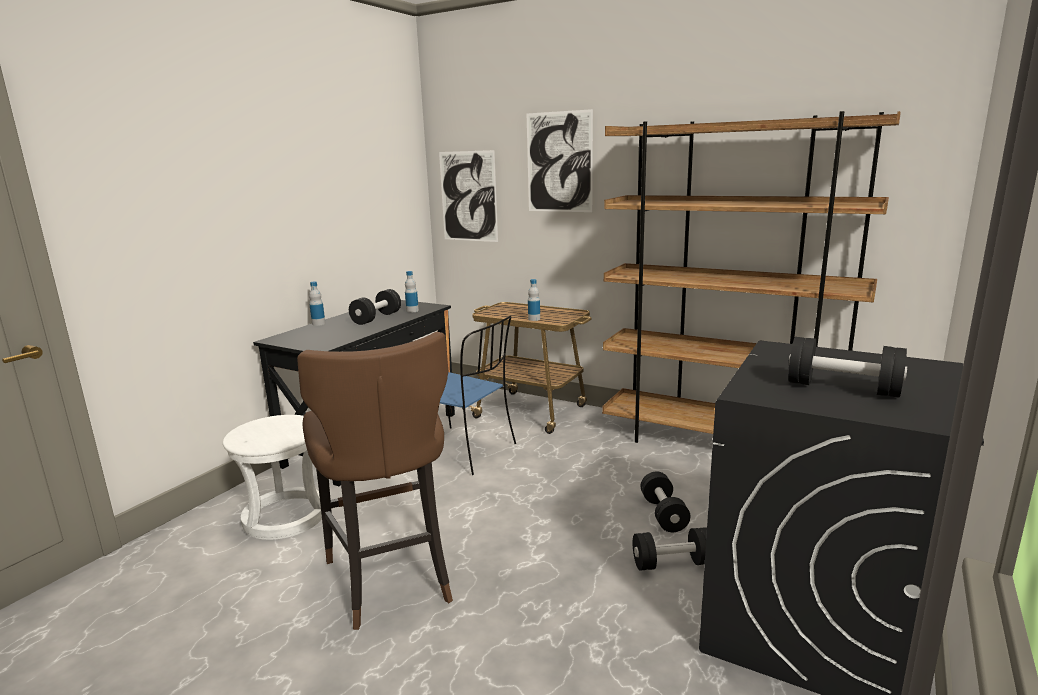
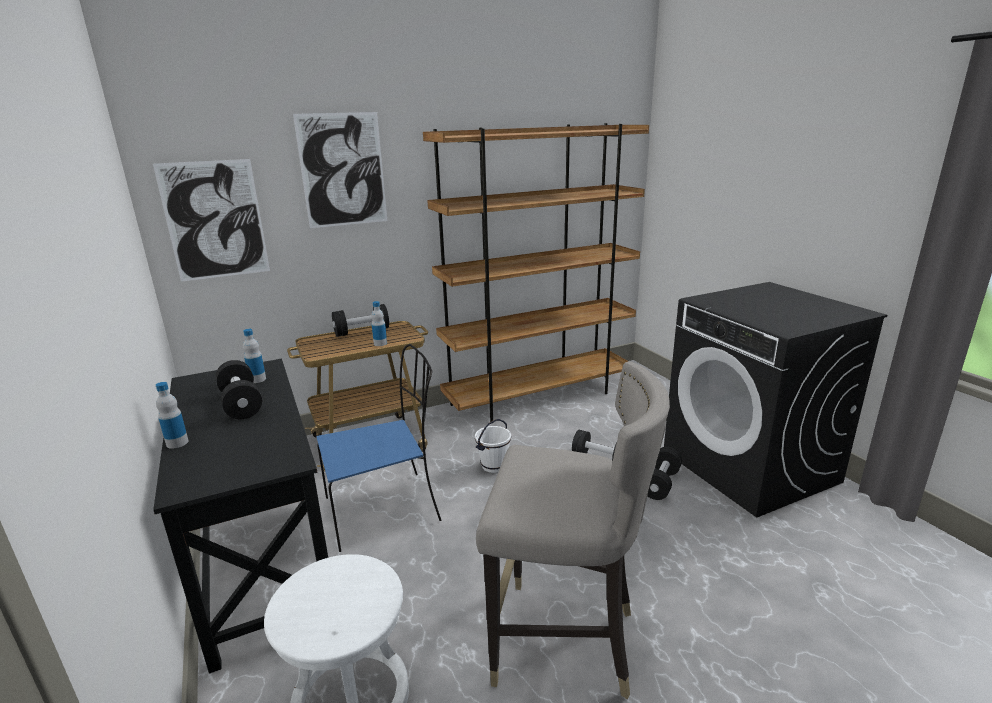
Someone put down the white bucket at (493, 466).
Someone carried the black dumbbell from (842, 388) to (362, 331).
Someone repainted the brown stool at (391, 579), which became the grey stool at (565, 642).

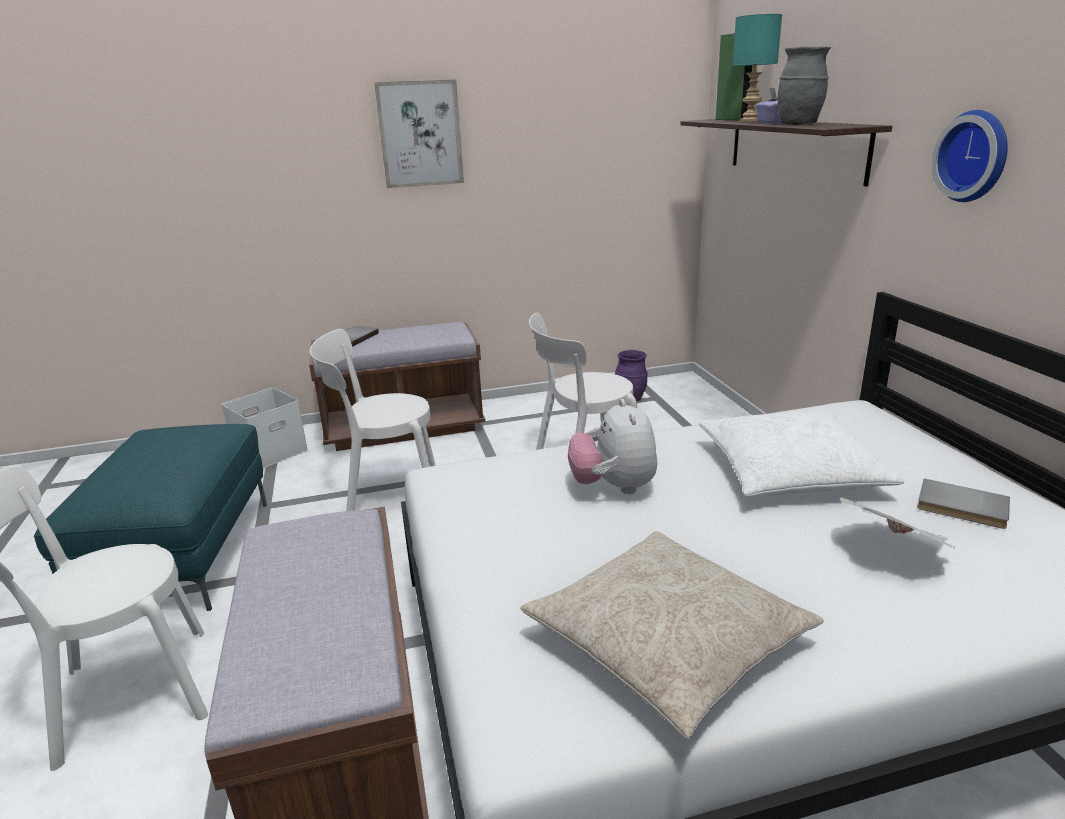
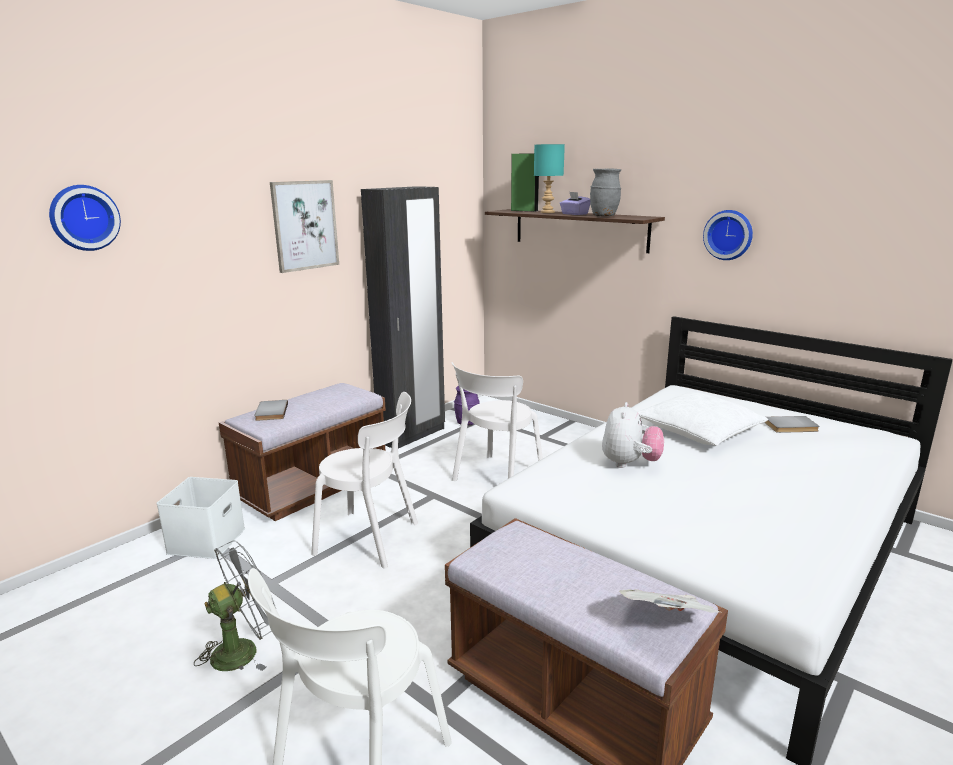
Someone took away the beige pillow at (666, 641).
Someone put up the wall clock at (83, 217).
Someone put down the black wardrobe at (412, 435).
Someone carried the newspaper from (896, 548) to (668, 622).
Someone swapped the turquoise ottoman at (181, 555) for the grey fan at (244, 649).
Someone rotated the white chair at (387, 494) by 120 degrees counterclockwise.
Someone rotated the plush toy at (613, 487) by 120 degrees counterclockwise.

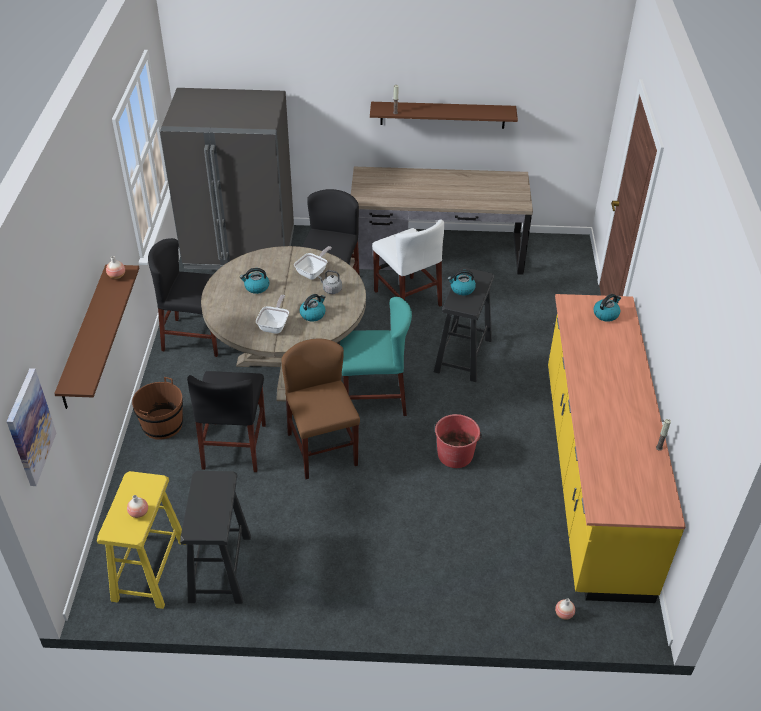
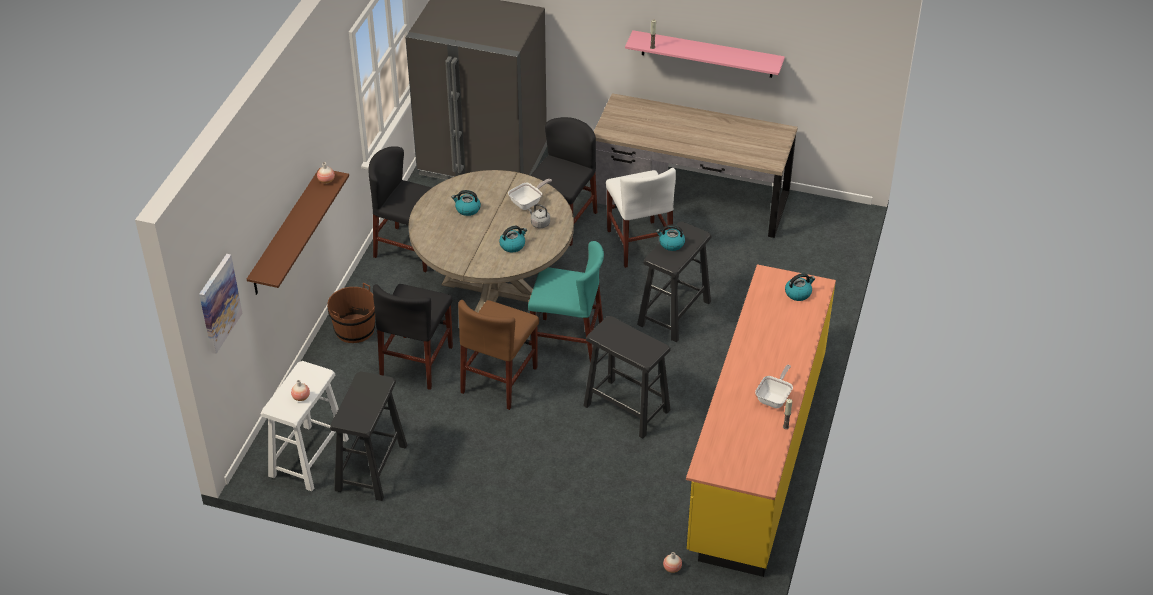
Someone carried the frying pan from (275, 325) to (774, 398).
Someone swapped the red bucket at (455, 454) for the black stool at (627, 408).
Someone repainted the yellow stool at (150, 570), which became the white stool at (309, 457).
Someone repainted the brown shelf at (442, 115), which became the pink shelf at (707, 54).
Someone rotated the brown chair at (322, 449) by 150 degrees counterclockwise.

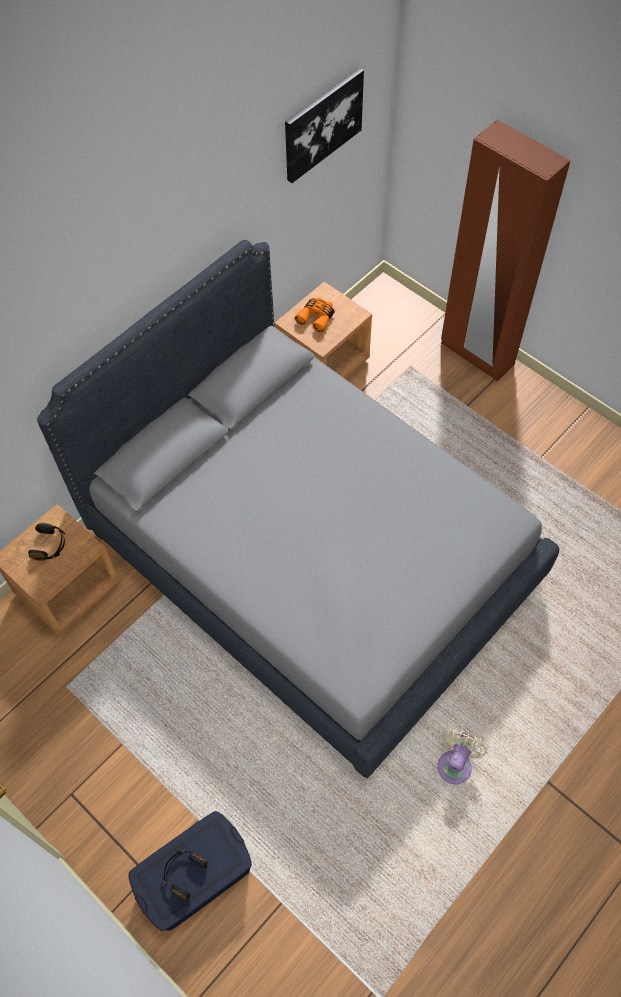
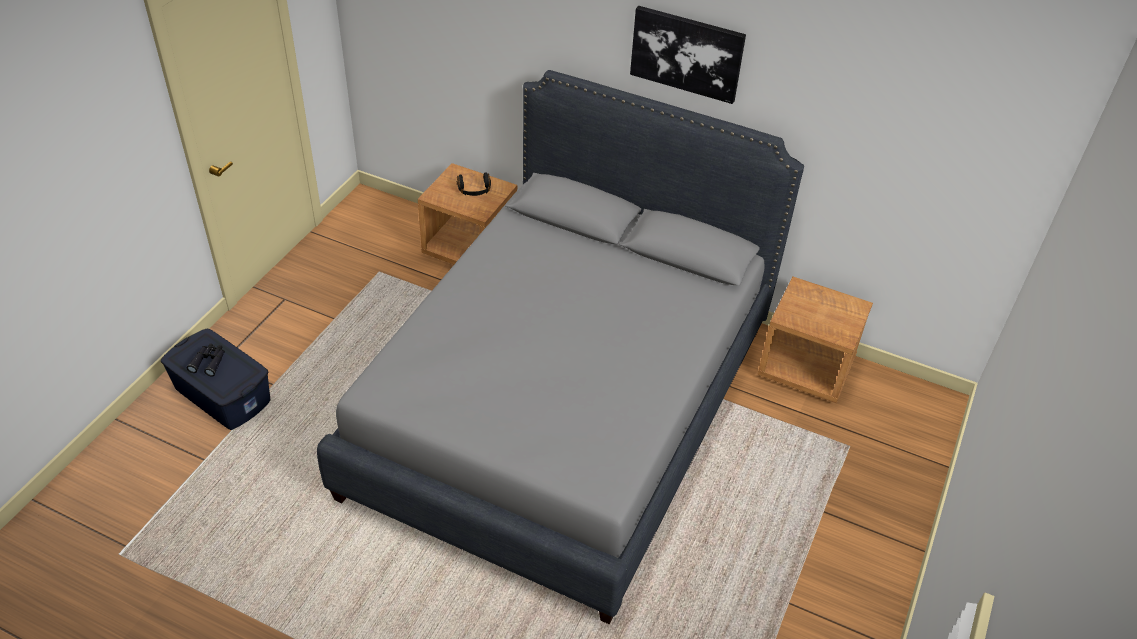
Someone took away the orange binoculars at (317, 317).
Someone took away the beige fan at (456, 763).
Someone took away the brown wardrobe at (476, 354).
Someone carried the picture from (322, 124) to (687, 53).
Someone swapped the black headphones at (184, 873) for the black binoculars at (209, 362).

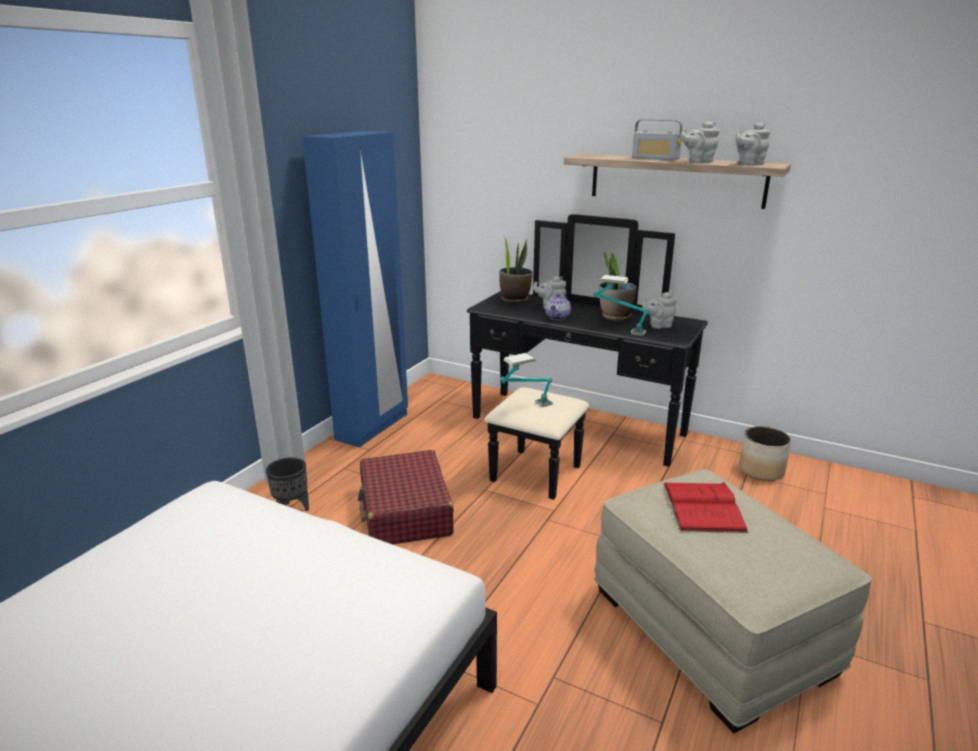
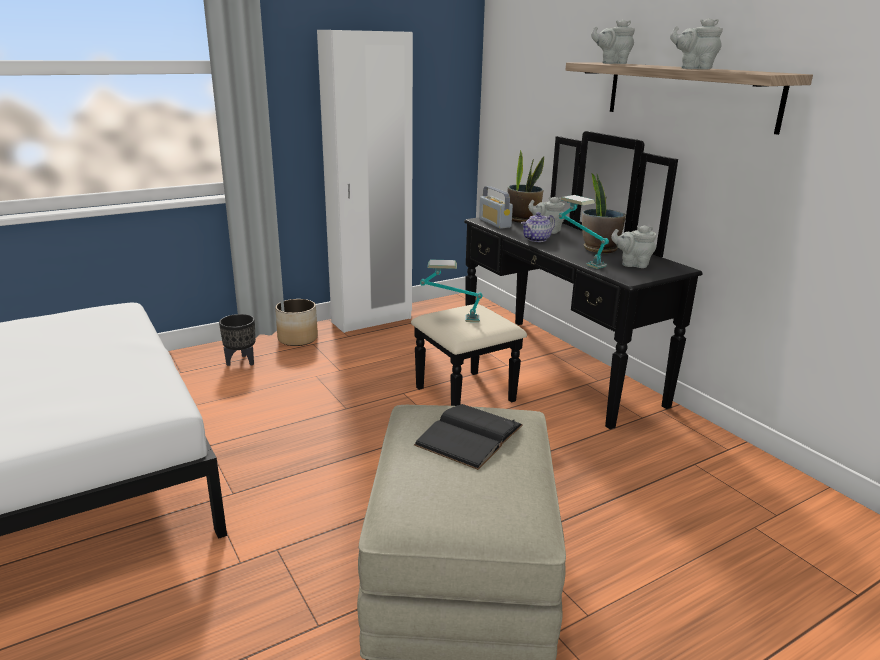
Someone took away the red suitcase at (405, 512).
Someone carried the radio from (655, 158) to (494, 223).
Someone carried the grey teapot from (749, 164) to (612, 63).
Someone carried the planter from (761, 471) to (297, 339).
Someone repainted the blue wardrobe at (373, 427), which became the white wardrobe at (372, 320).
Someone repainted the red book at (703, 507), which became the black book at (469, 435).

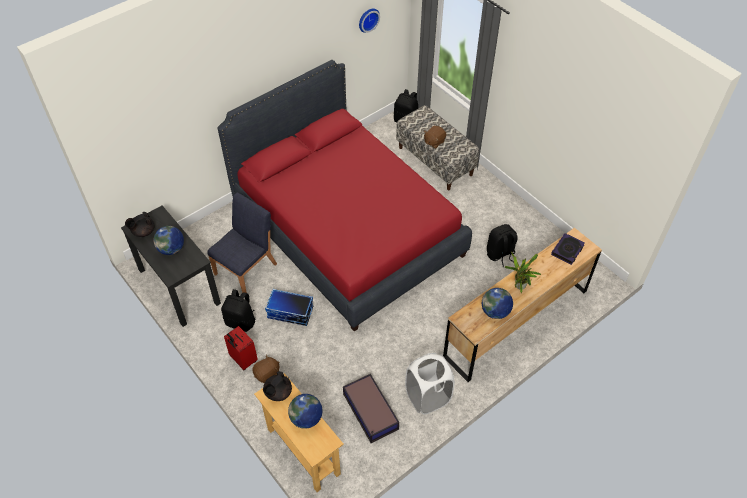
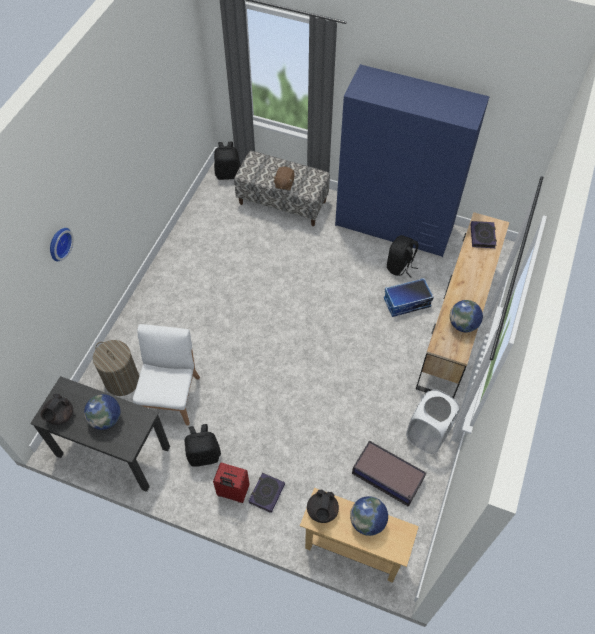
Someone took away the red bed at (348, 229).
Someone took away the potted plant at (519, 287).
Someone put down the laundry basket at (122, 380).
Someone put down the blue wardrobe at (394, 226).
Someone carried the storage box from (290, 313) to (406, 303).
Someone carried the wall clock from (367, 19) to (58, 243).
Someone swapped the brown plush toy at (267, 374) for the book at (266, 493).
Someone repainted the blue chair at (246, 268), which became the white chair at (171, 397).

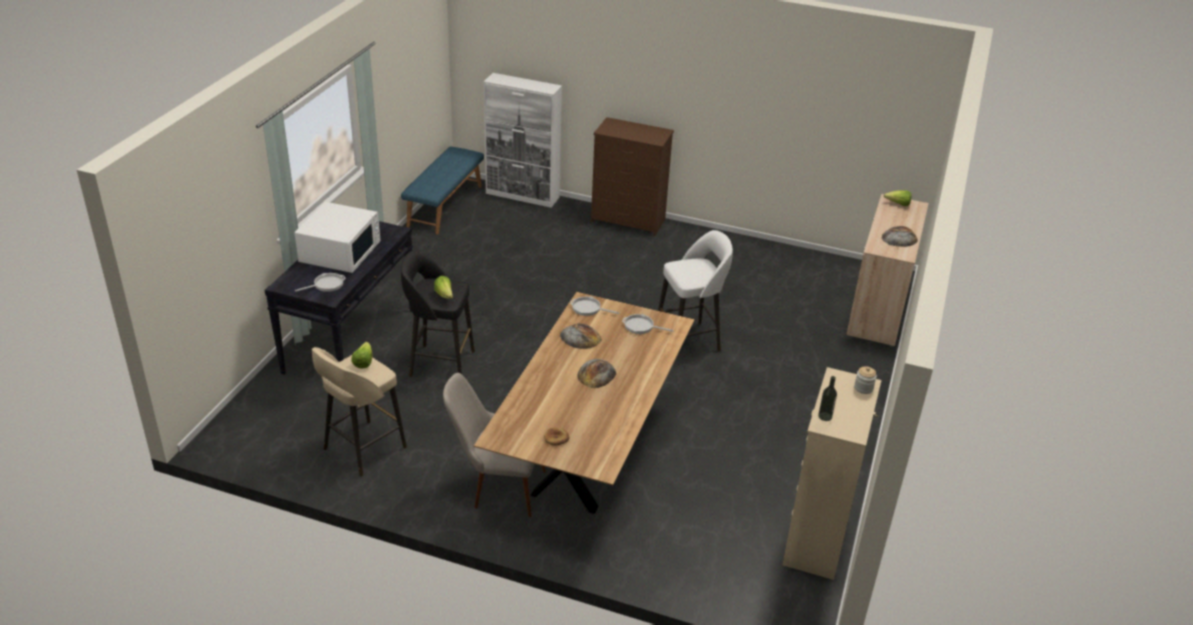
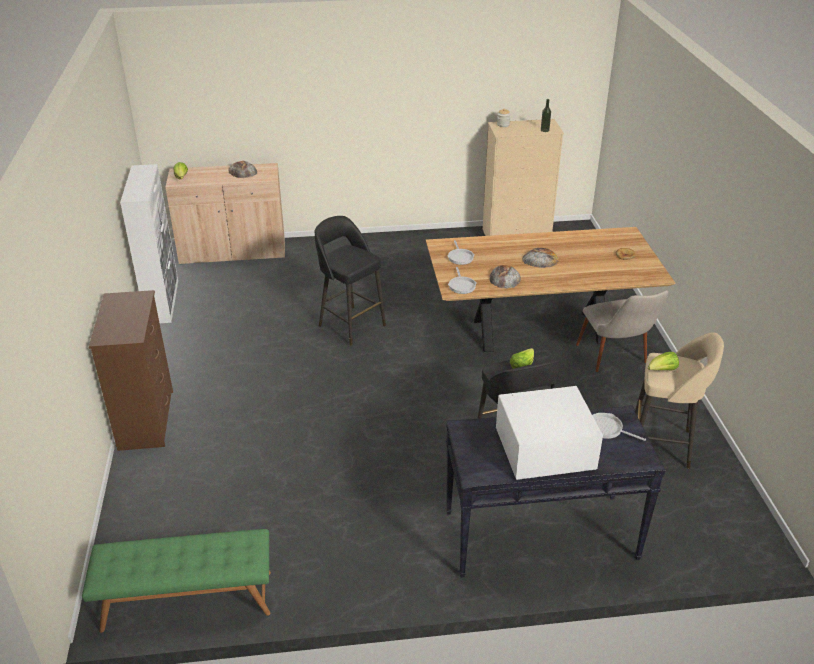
Someone carried the white cabinet from (522, 195) to (162, 301).
Someone repainted the blue bench at (444, 206), which became the green bench at (187, 601).
Someone repainted the white stool at (689, 340), which became the black stool at (350, 324).

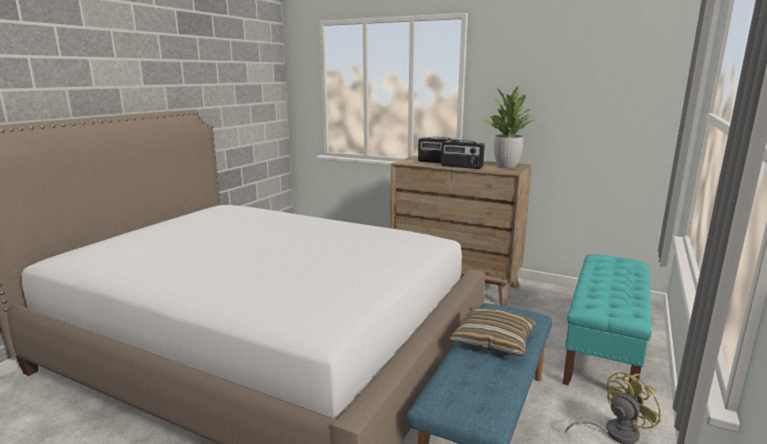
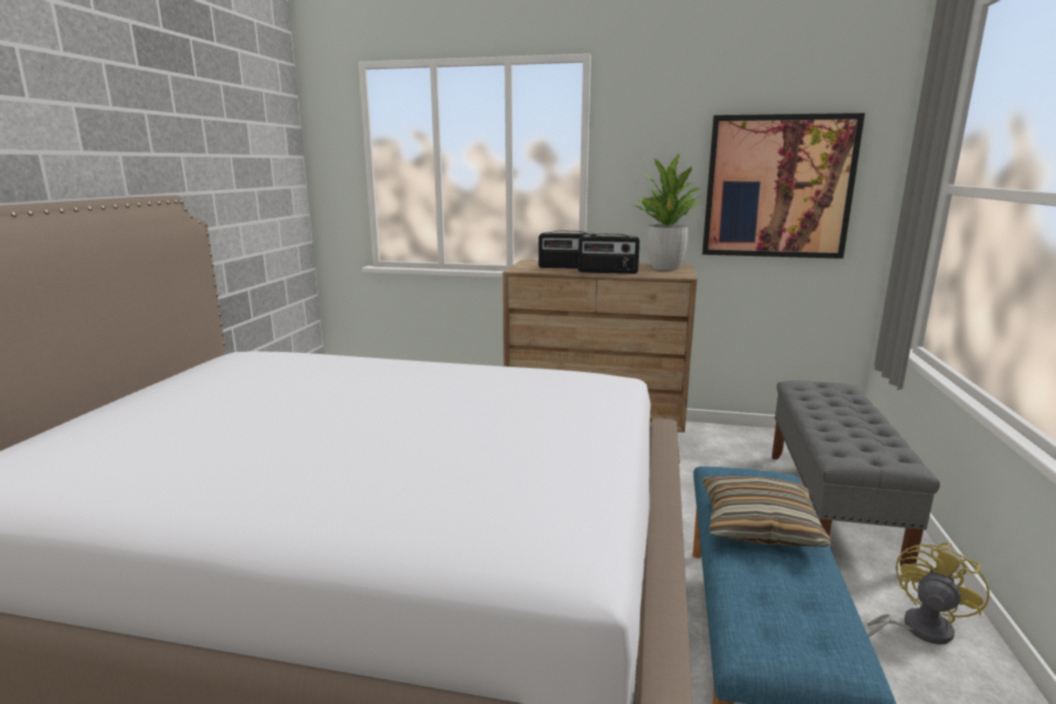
Someone put up the picture at (778, 187).
Someone repainted the turquoise bench at (603, 349), which became the grey bench at (830, 507).

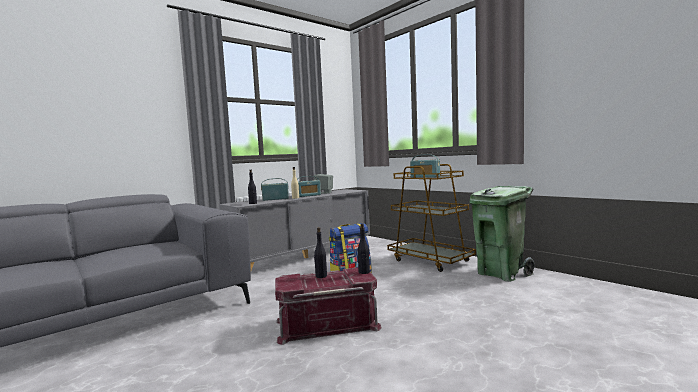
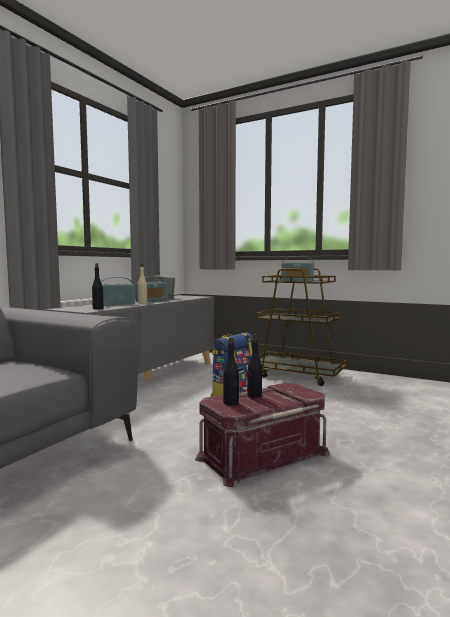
Someone took away the green trash can at (501, 273).
Someone carried the black bottle from (364, 272) to (231, 403).

